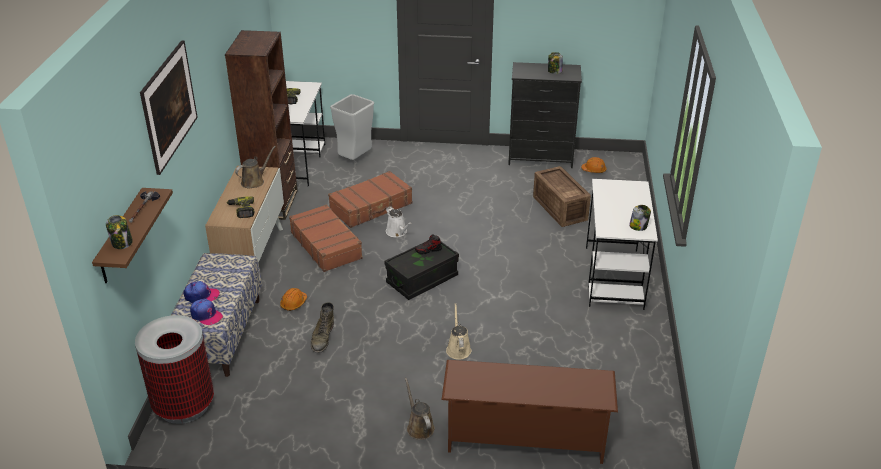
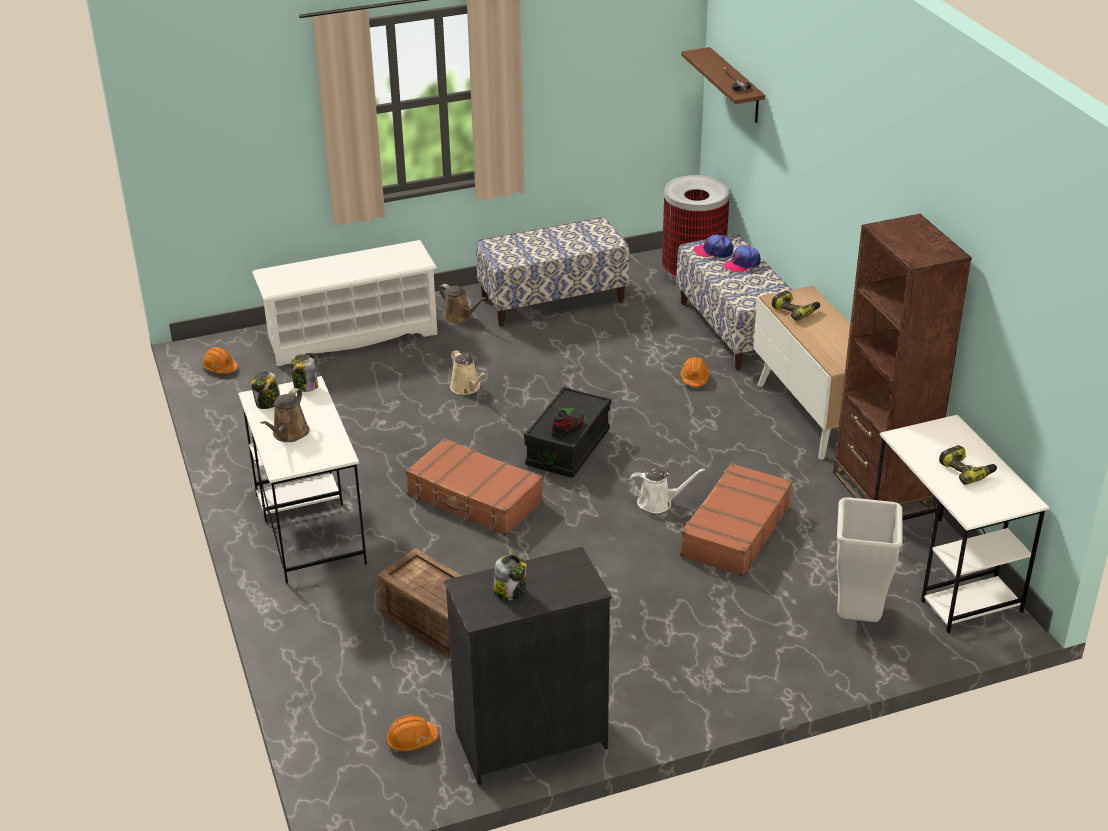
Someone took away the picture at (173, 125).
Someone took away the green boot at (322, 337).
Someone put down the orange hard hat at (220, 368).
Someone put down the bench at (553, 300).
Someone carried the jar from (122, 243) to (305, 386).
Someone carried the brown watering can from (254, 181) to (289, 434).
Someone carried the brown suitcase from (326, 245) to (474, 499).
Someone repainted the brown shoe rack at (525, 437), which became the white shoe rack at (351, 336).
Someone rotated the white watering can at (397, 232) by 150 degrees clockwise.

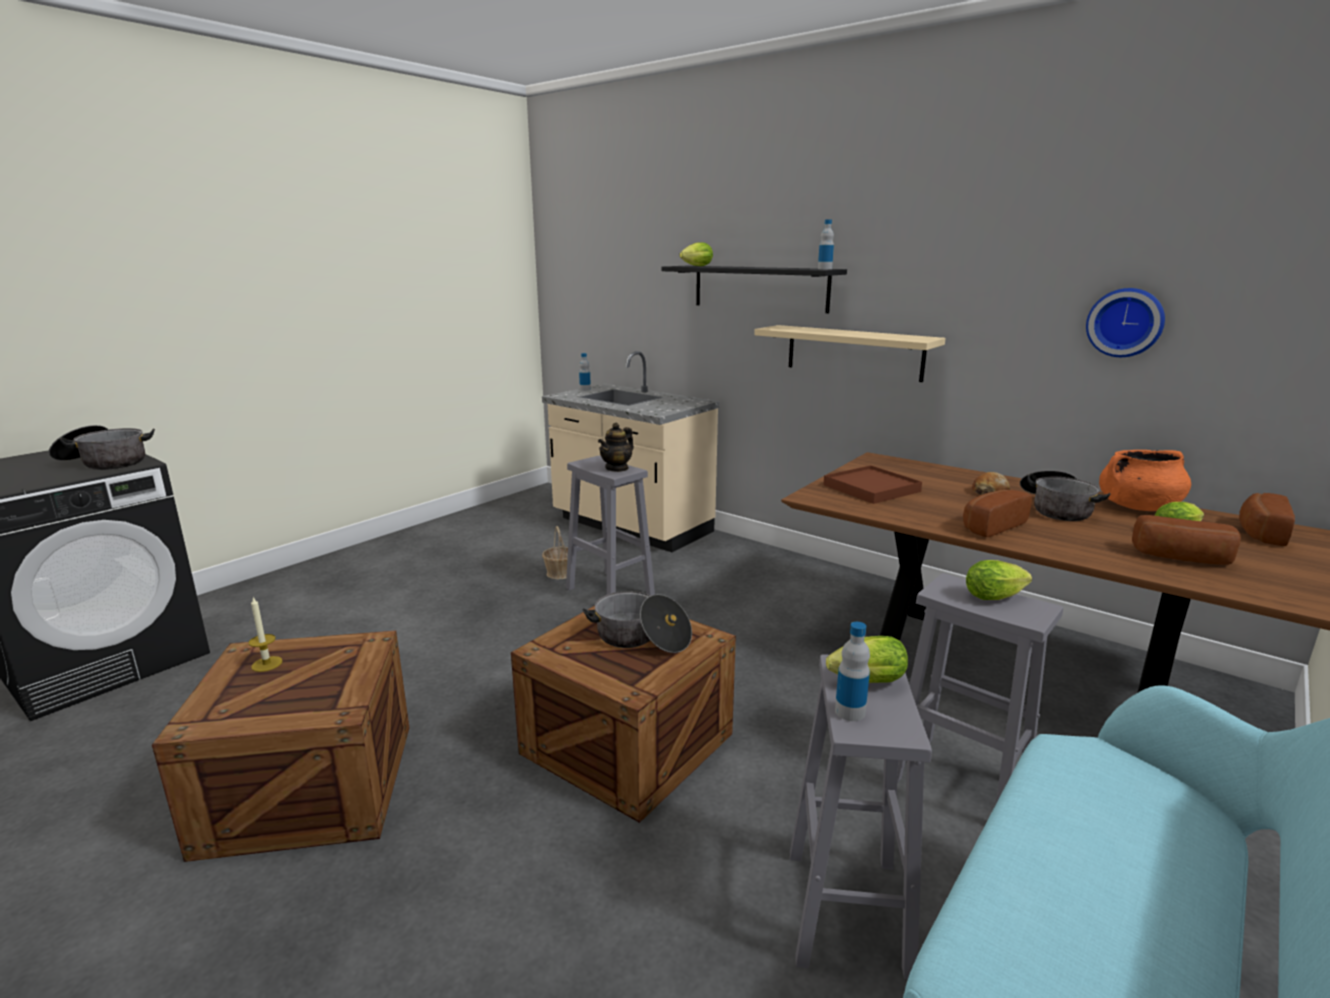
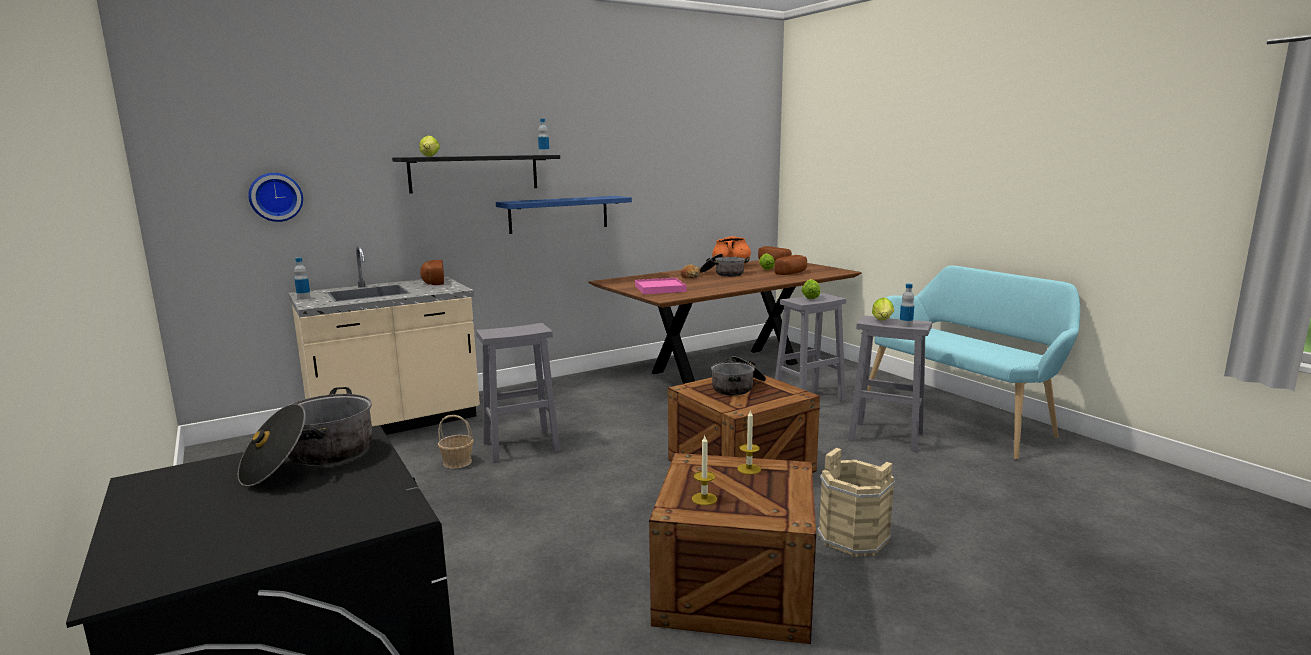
Someone took away the teapot at (617, 468).
Someone put down the candle at (749, 469).
Someone put down the beige bucket at (853, 538).
Someone carried the bread from (990, 526) to (432, 282).
Someone carried the wall clock from (1125, 322) to (275, 197).
Someone repainted the beige shelf at (854, 352), which became the blue shelf at (559, 214).
Someone repainted the brown tray at (871, 488), which became the pink tray at (660, 289).

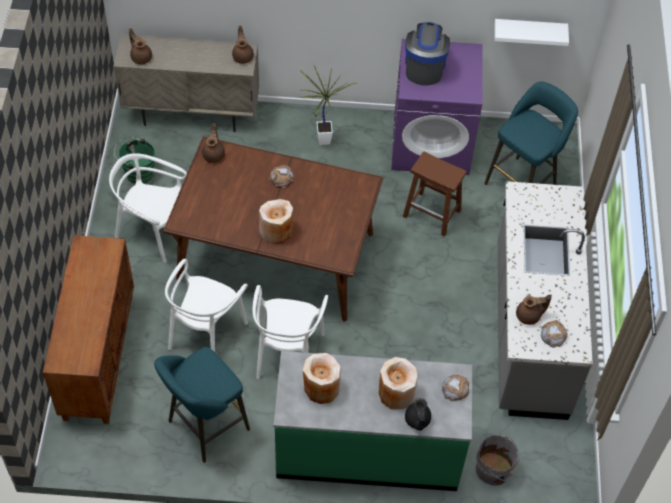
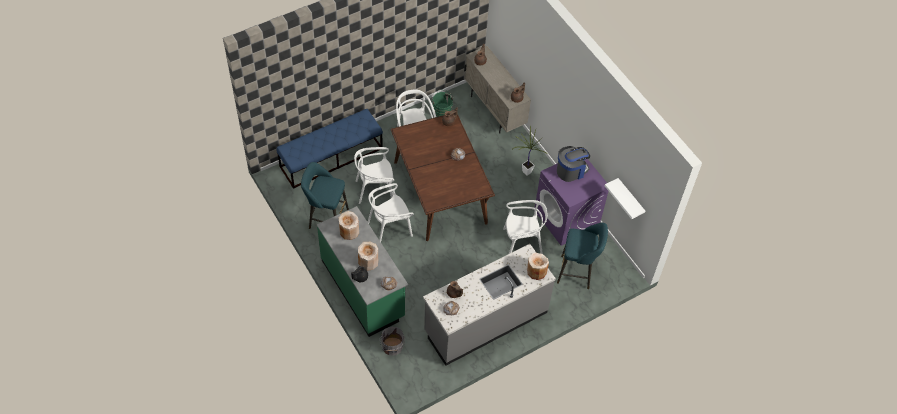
Someone carried the beige vase from (276, 231) to (536, 271).
Someone swapped the brown cabinet at (98, 356) for the blue bench at (331, 157).
Someone swapped the brown stool at (433, 214) for the white chair at (522, 243).

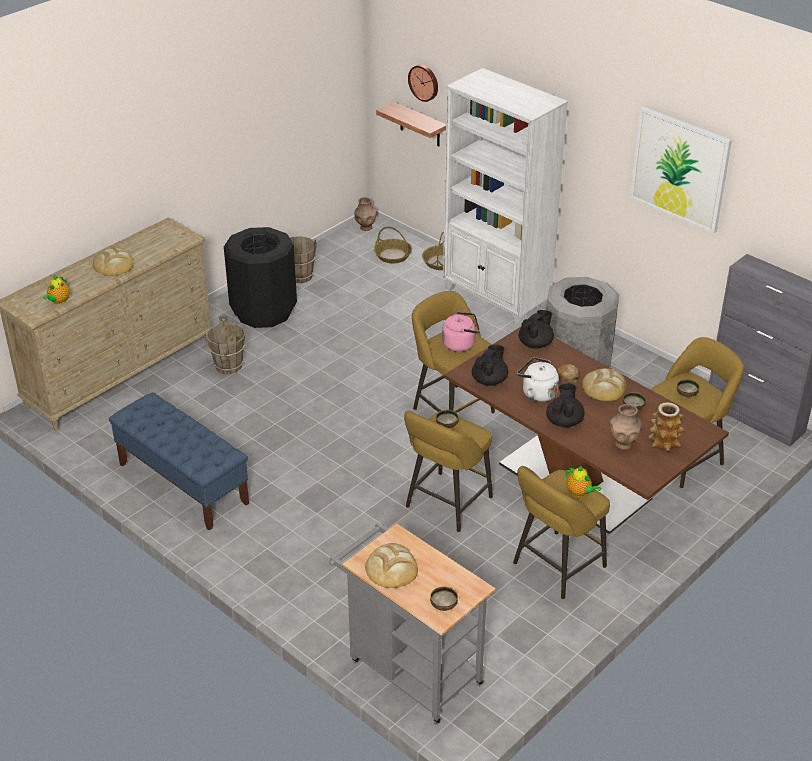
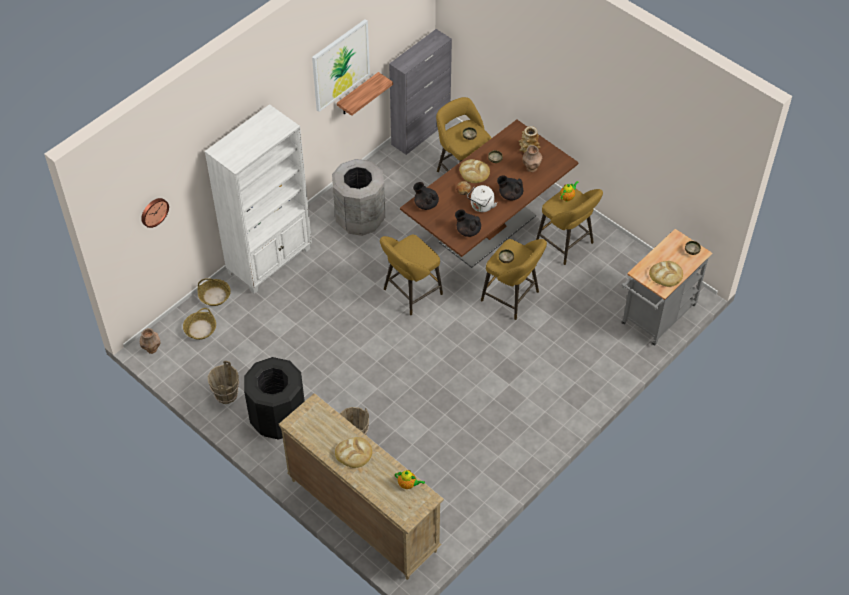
Someone took away the blue bench at (182, 483).
Someone took away the pink kettle at (460, 344).
Someone carried the shelf from (420, 125) to (358, 95).

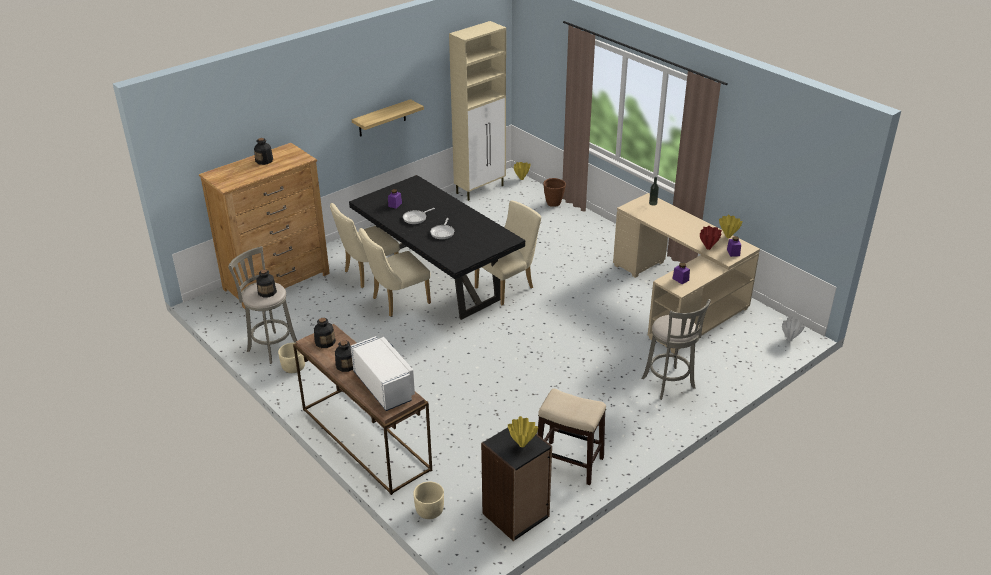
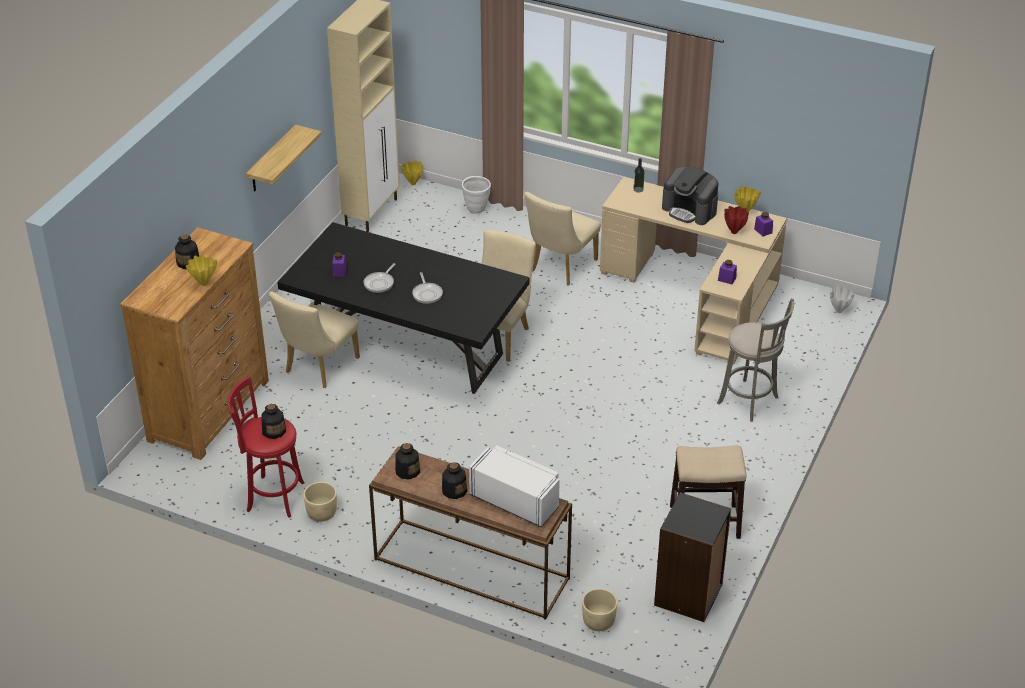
Someone put down the coffee machine at (690, 210).
Someone carried the beige chair from (397, 302) to (560, 268).
Someone carried the yellow vase from (521, 445) to (203, 284).
Someone repainted the grey stool at (271, 346), which became the red stool at (272, 496).
Someone repainted the brown planter at (553, 204), which became the white planter at (476, 209).

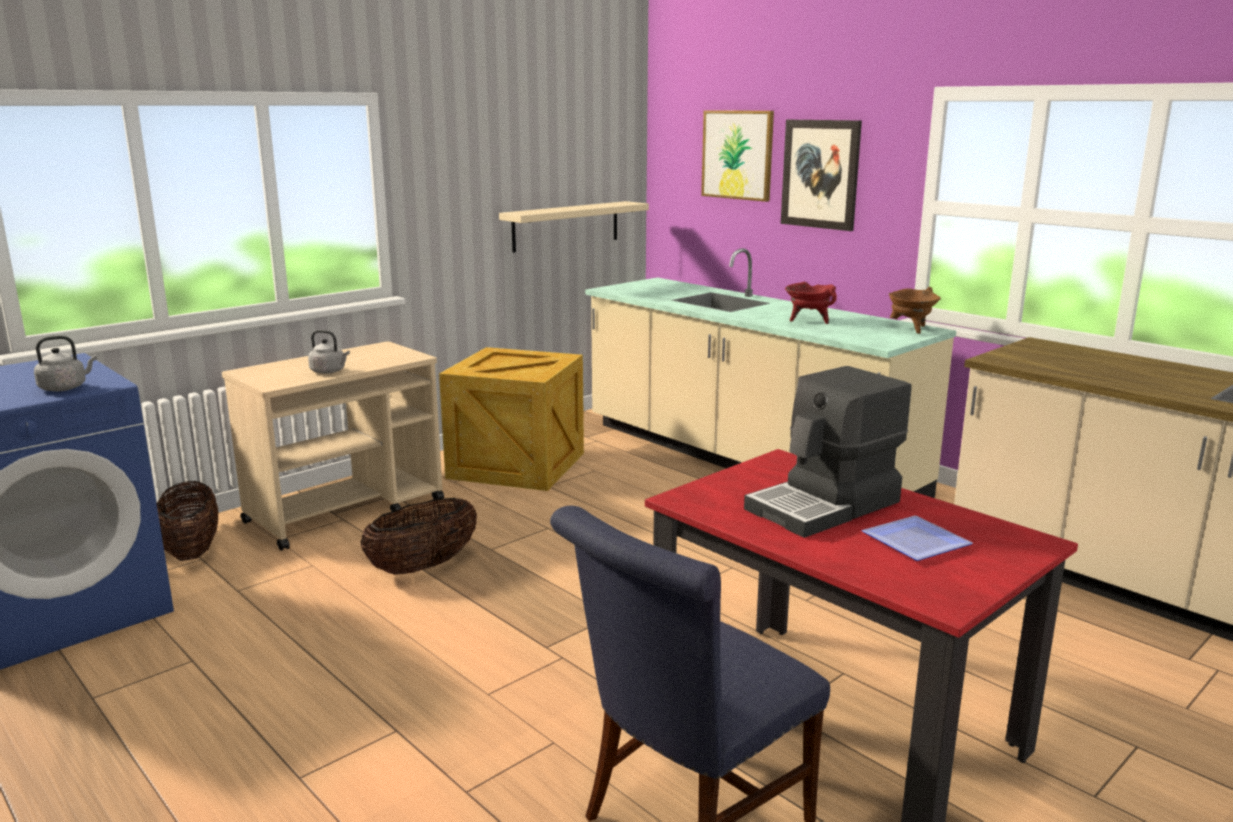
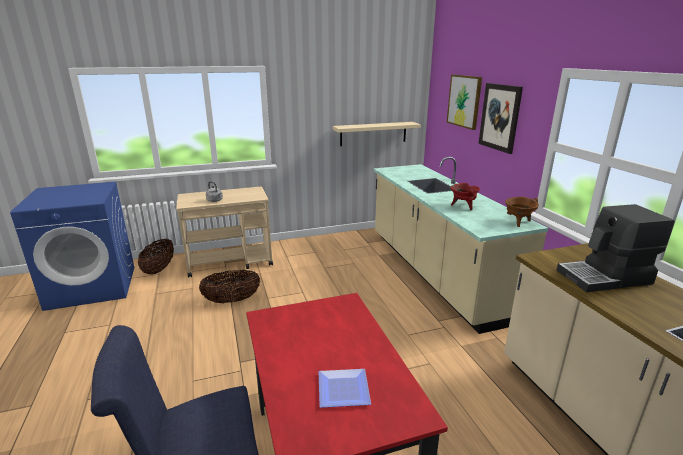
Someone took away the grey kettle at (66, 388).
Someone took away the crate at (519, 465).
Someone carried the coffee machine from (825, 506) to (605, 277).

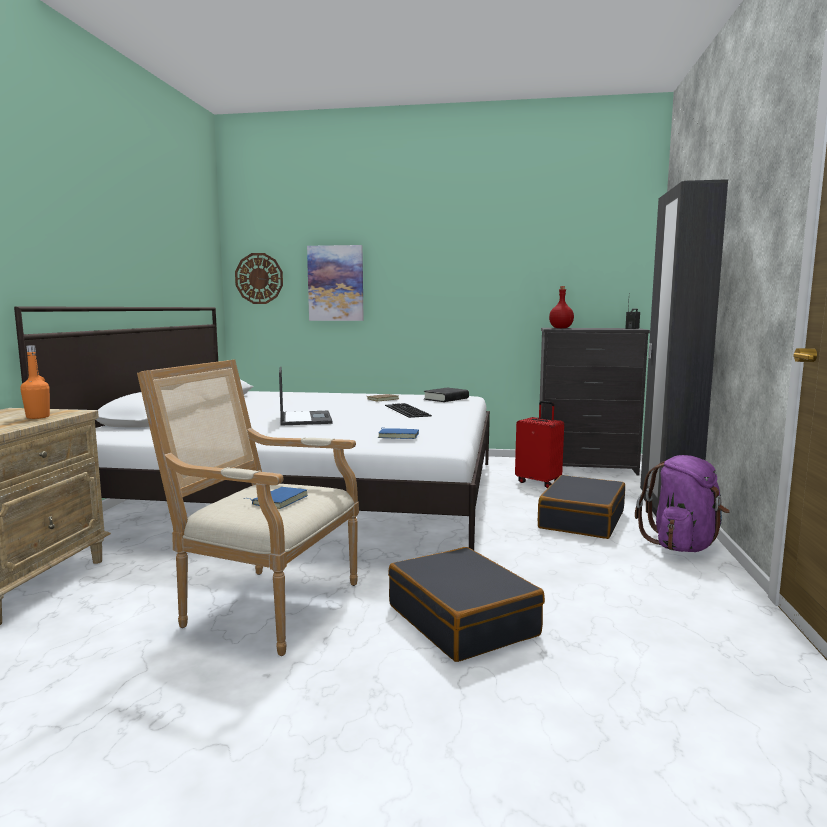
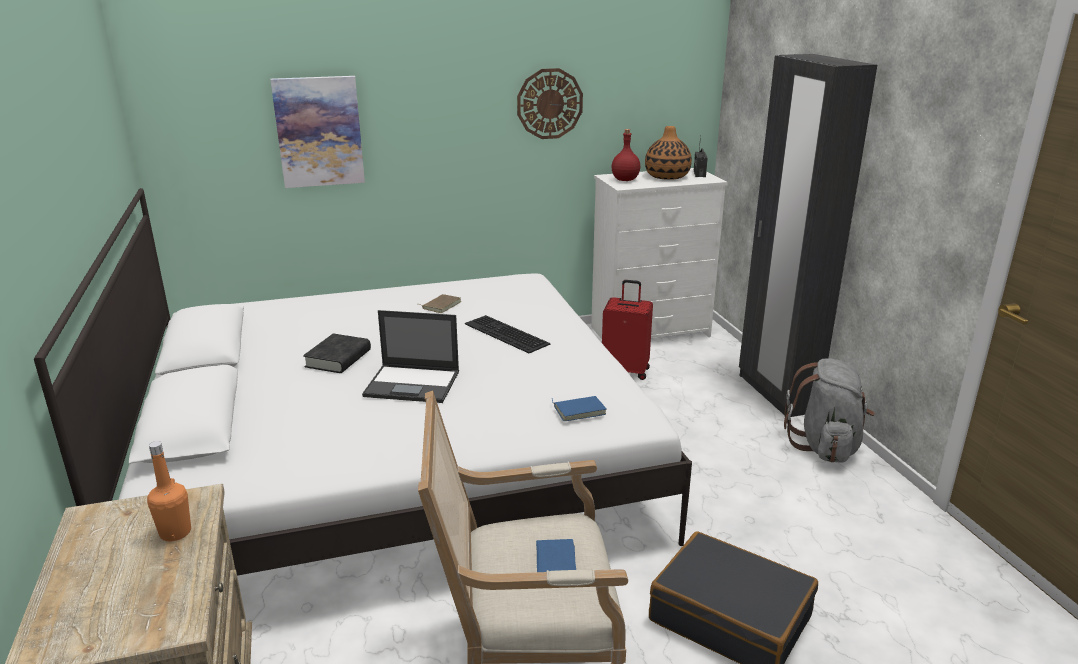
Someone took away the black suitcase at (581, 520).
Someone put down the vase at (667, 176).
Someone carried the wall clock from (259, 278) to (549, 104).
Someone carried the black book from (446, 399) to (338, 358).
Someone repainted the black dresser at (587, 467), which became the white dresser at (651, 332).
Someone repainted the purple backpack at (682, 545), which became the grey backpack at (825, 446).
Someone rotated the laptop at (305, 419) by 135 degrees clockwise.

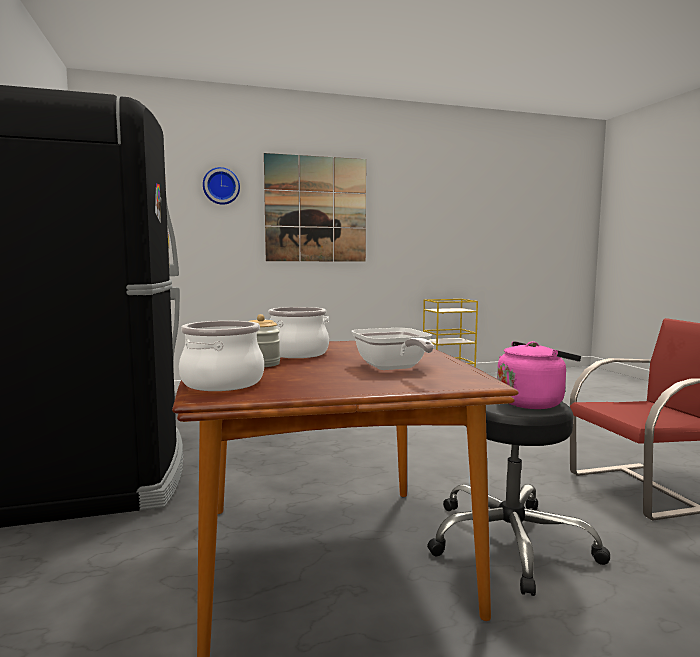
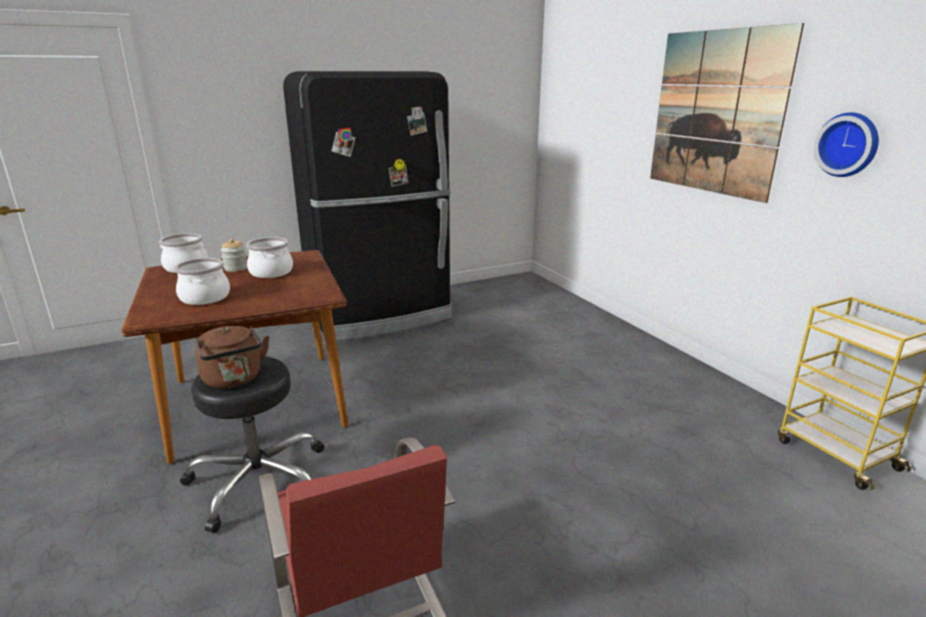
Someone carried the wall clock from (221, 186) to (848, 144).
Someone swapped the frying pan at (393, 368) for the cooking pot at (204, 297).
Someone repainted the pink kettle at (532, 402), which became the brown kettle at (234, 380).

